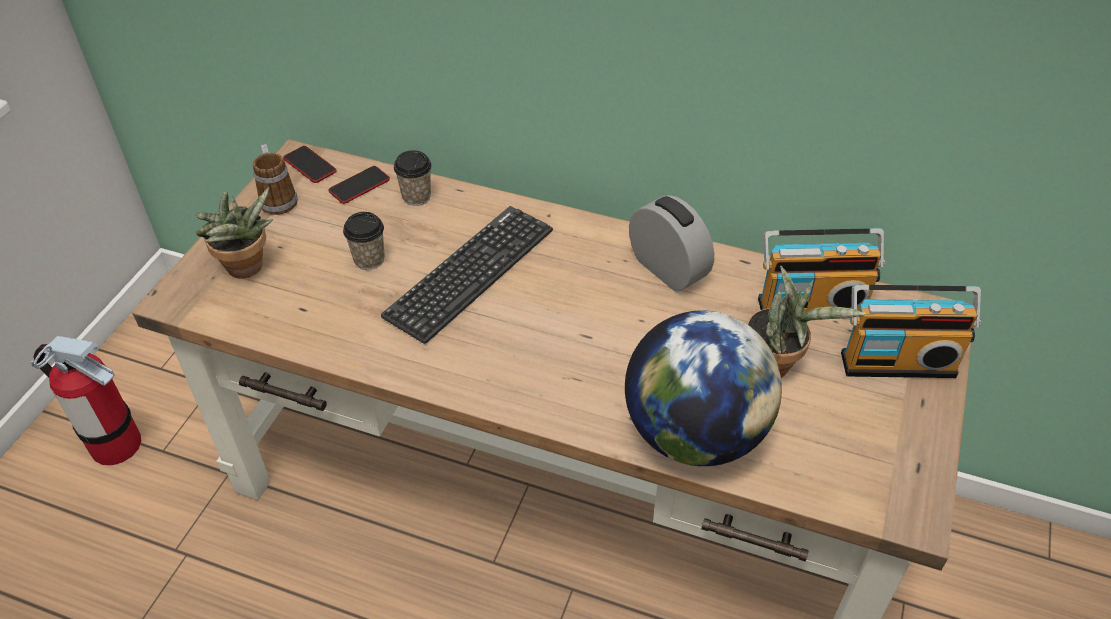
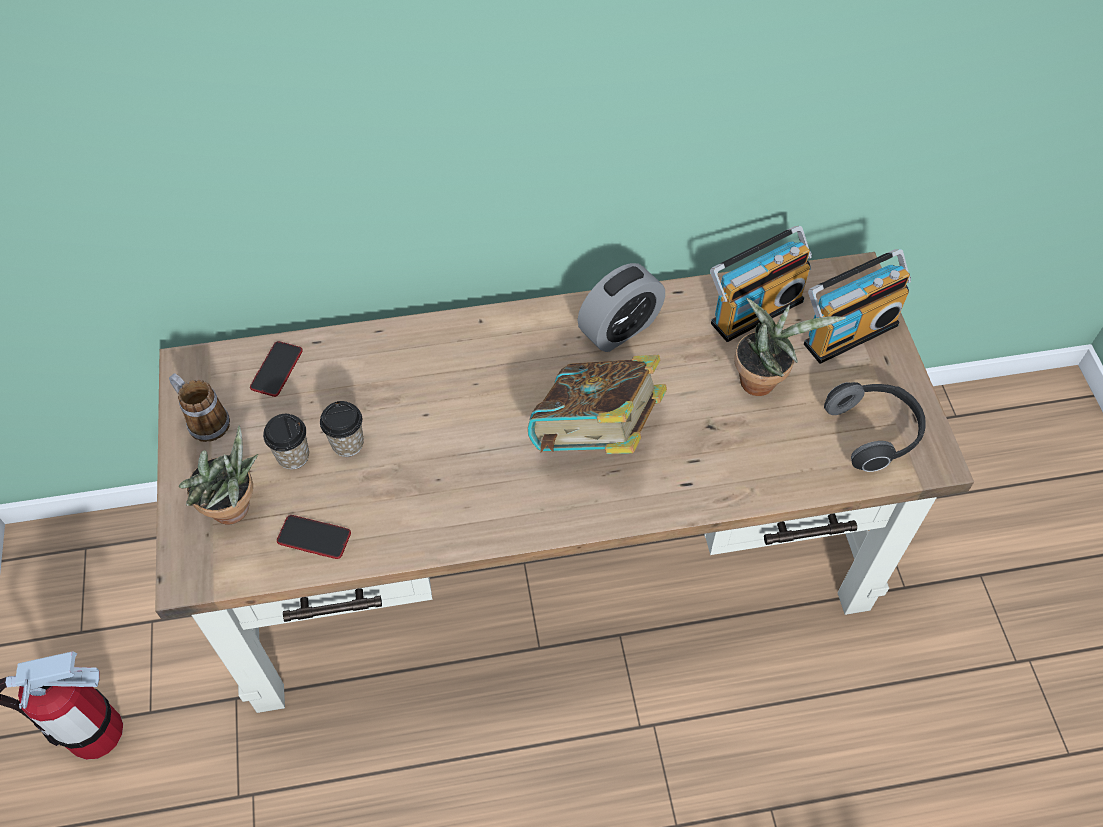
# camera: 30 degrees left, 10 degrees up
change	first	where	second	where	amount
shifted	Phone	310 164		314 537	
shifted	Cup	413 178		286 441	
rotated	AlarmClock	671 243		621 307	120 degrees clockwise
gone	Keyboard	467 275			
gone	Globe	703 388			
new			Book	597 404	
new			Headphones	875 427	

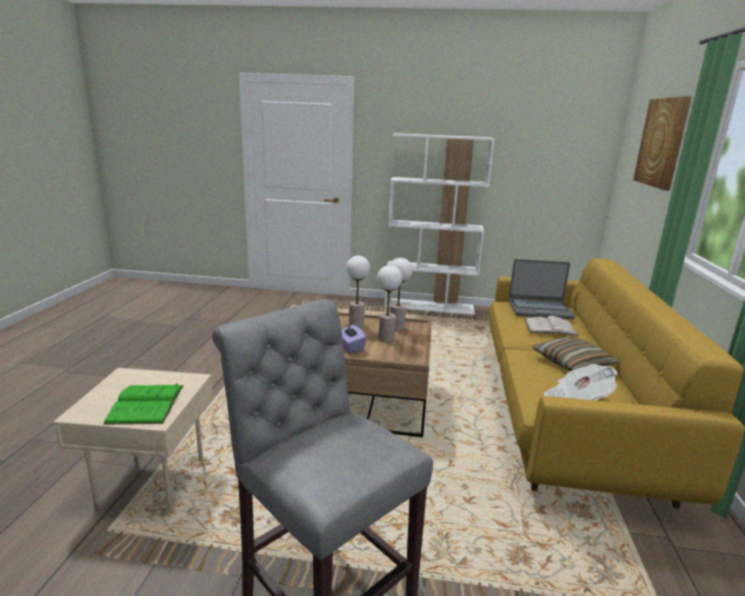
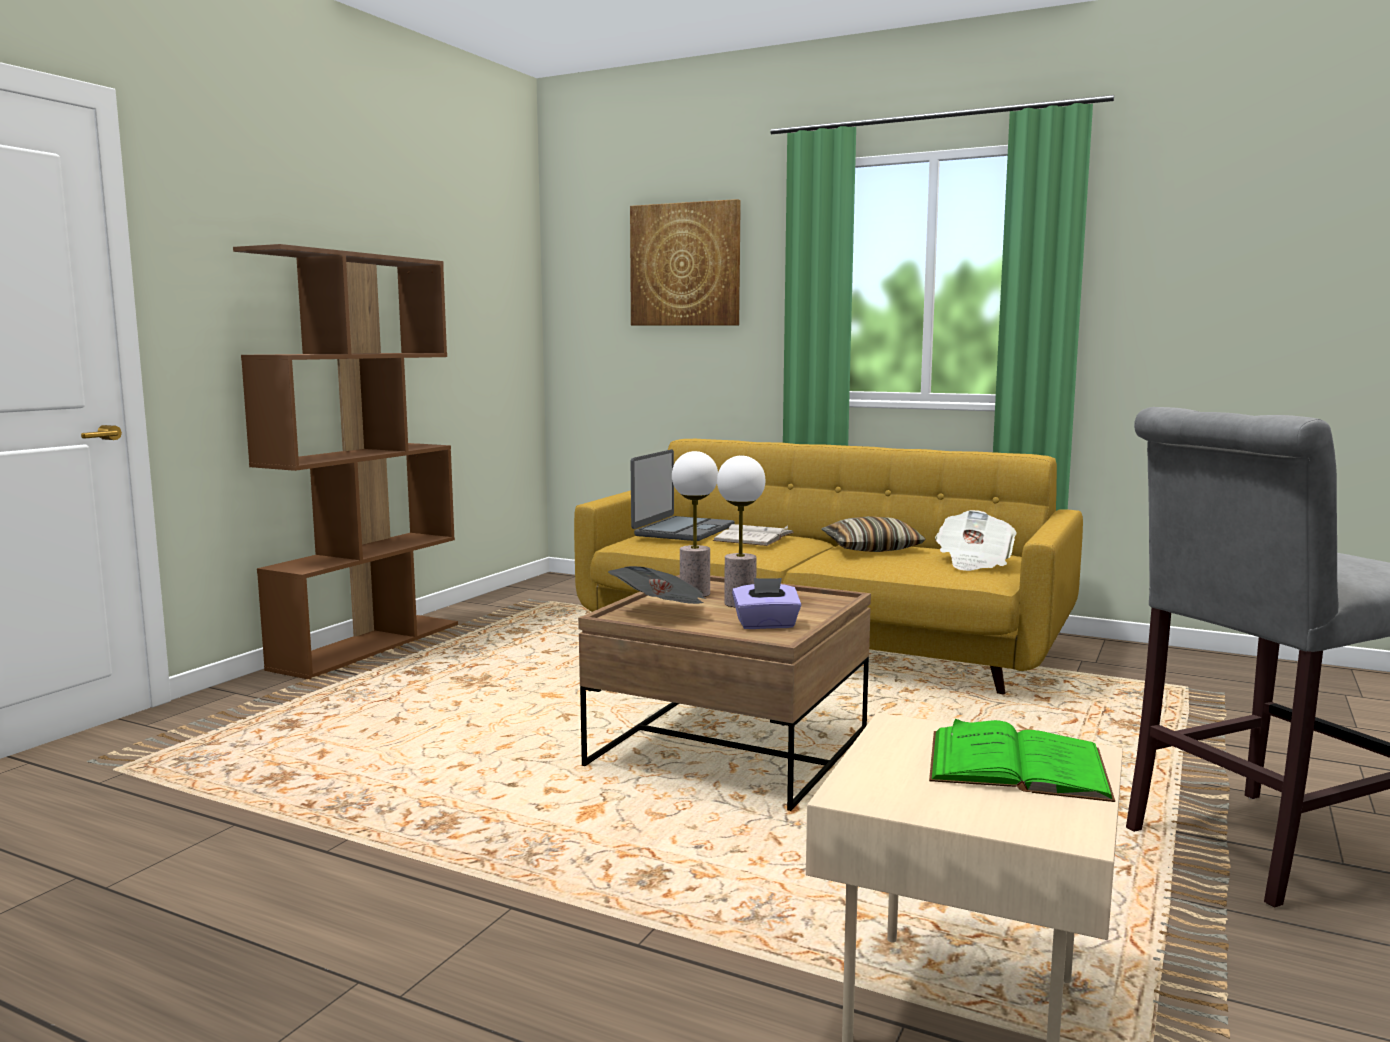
# camera: 70 degrees left, 10 degrees down
change	first	where	second	where	amount
repainted	WhiteBookcase	439 224	BrownBookcase	345 461	
swapped	TableLamp	358 292	Newspaper	657 585	

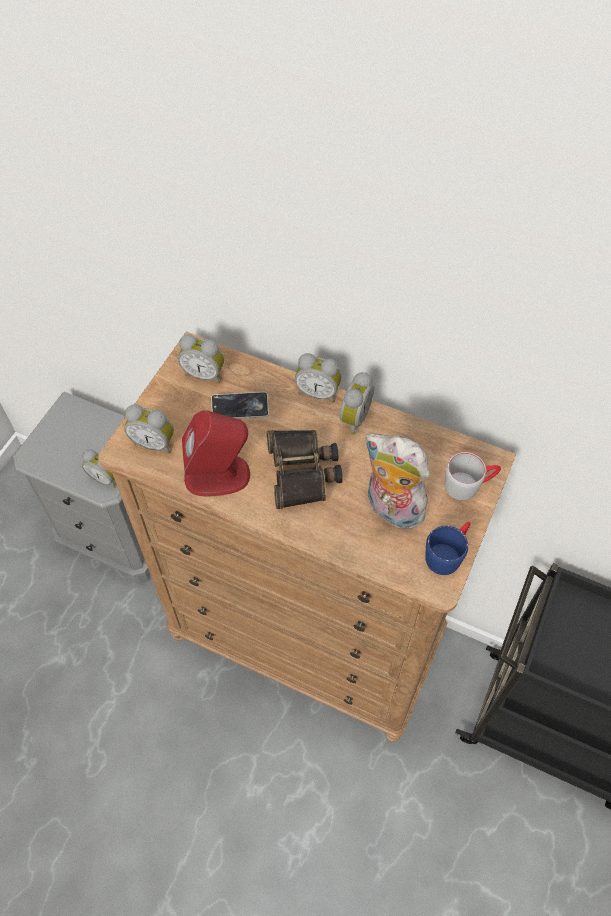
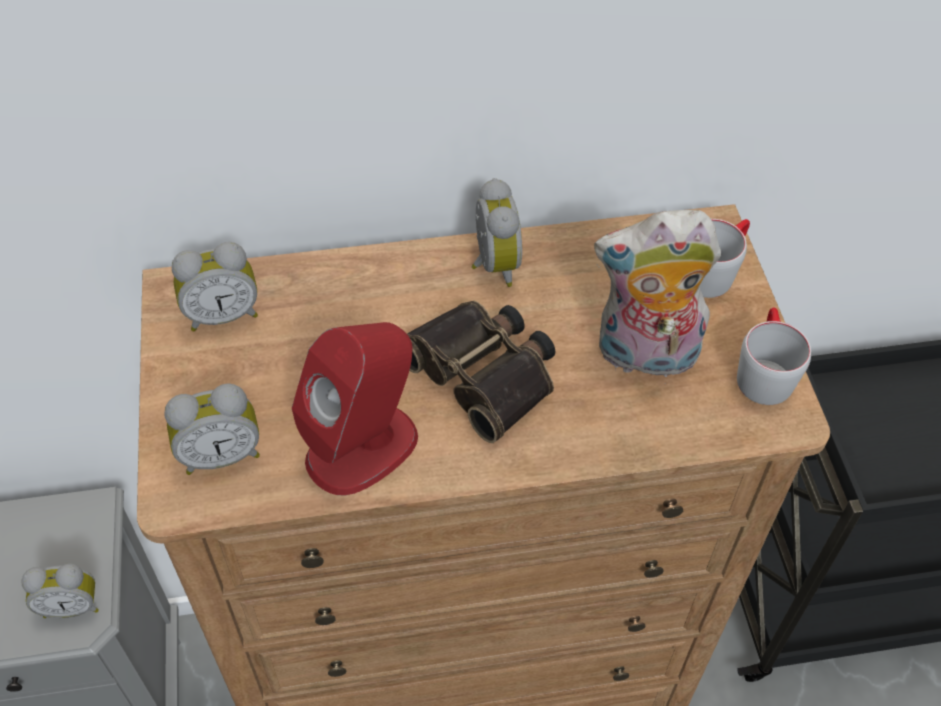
# camera: 35 degrees left, 5 degrees down
change	first	where	second	where	amount
gone	AlarmClock	318 378			
gone	Phone	240 405			
repainted	BlueMug	448 548	GreyMug	774 356	

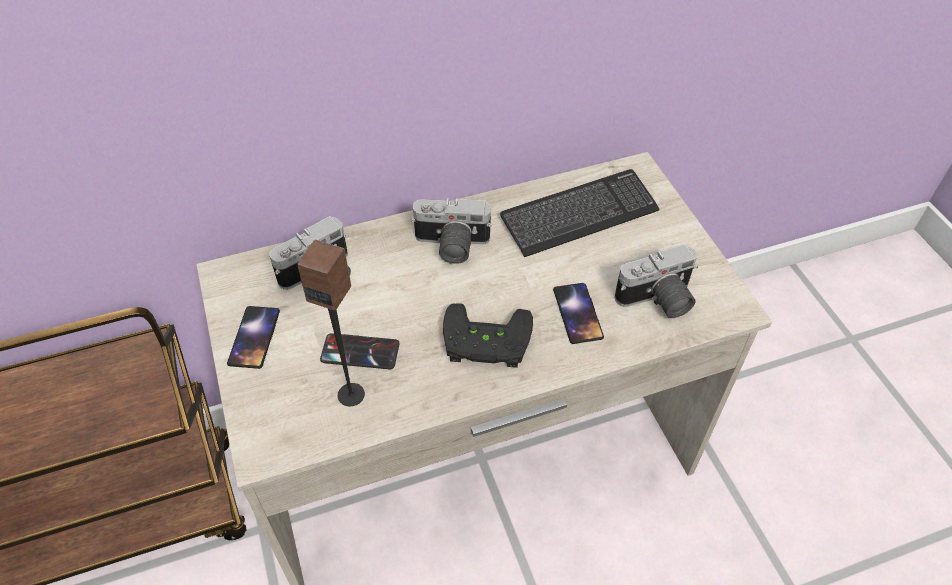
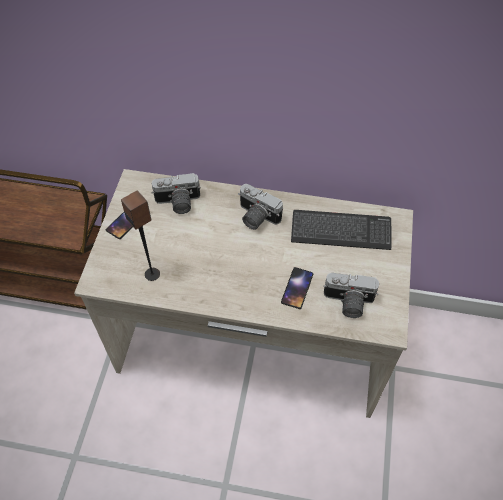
# camera: 30 degrees right, 5 degrees up
change	first	where	second	where	amount
gone	BlackGameController	488 335			
gone	Phone	359 351			

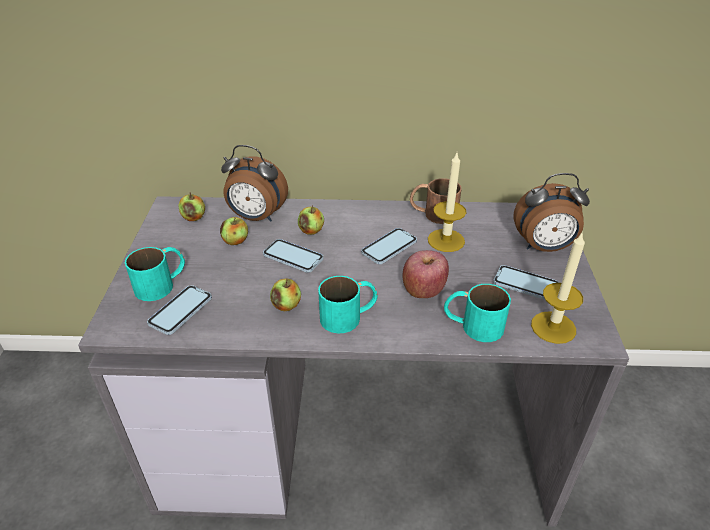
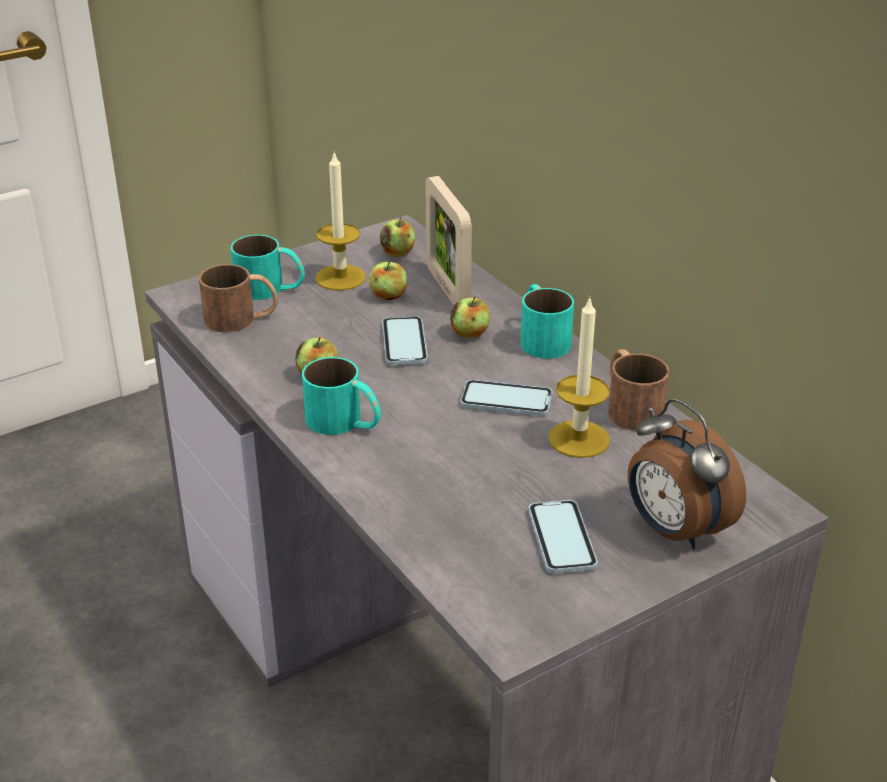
# camera: 55 degrees right, 5 degrees down
change	first	where	second	where	amount
swapped	AlarmClock	254 183	PictureFrame	449 240	
shifted	Candle	558 287		340 221	
gone	Apple	426 274			
shifted	TurquoiseMug	477 313		547 321	
swapped	Phone	179 310	BrownMug	238 298	

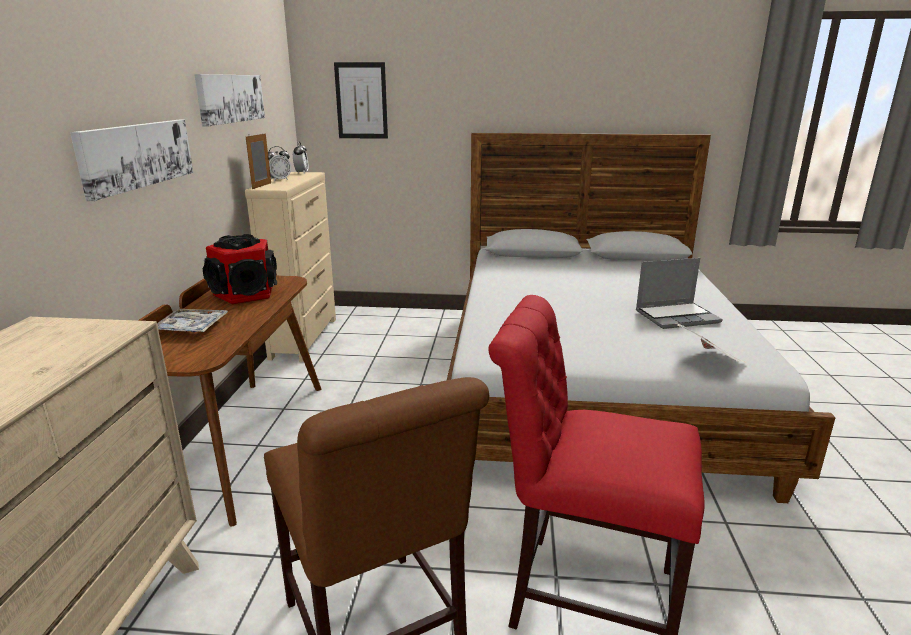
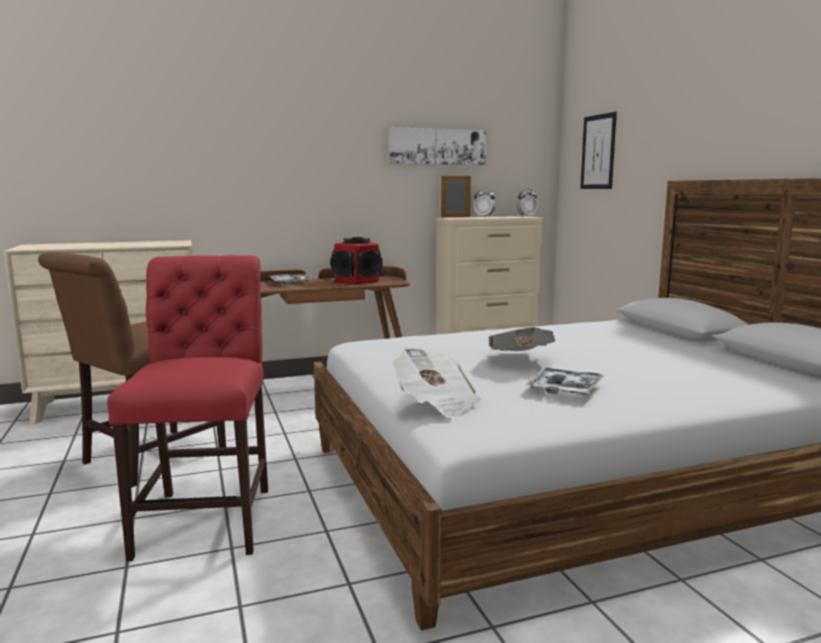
# camera: 65 degrees right, 10 degrees down
change	first	where	second	where	amount
gone	Picture	131 160			
swapped	Laptop	679 293	Tray	564 381	
new			Newspaper	522 339	

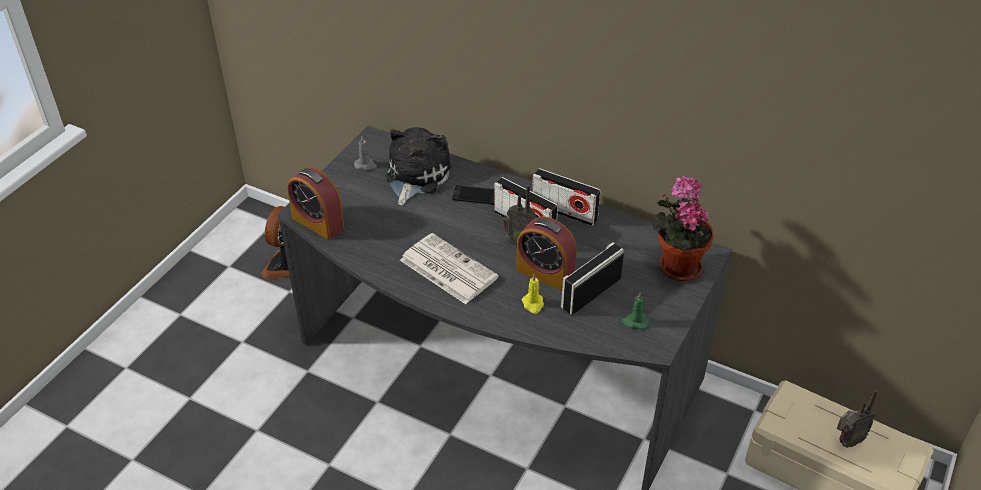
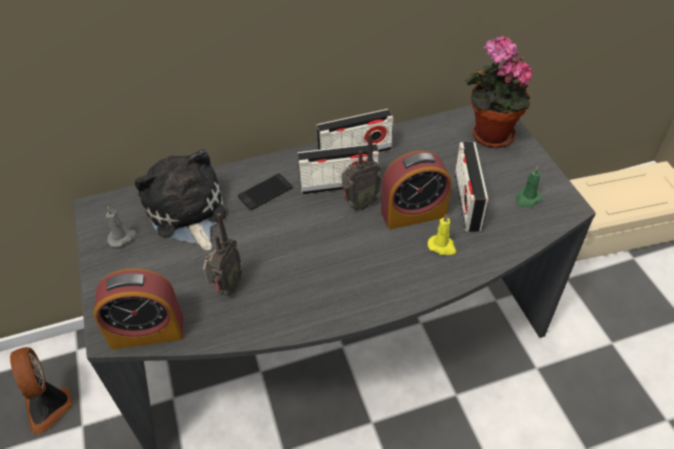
# camera: 45 degrees left, 5 degrees up
change	first	where	second	where	amount
gone	Newspaper	449 268			
shifted	Radio	857 419		222 254	

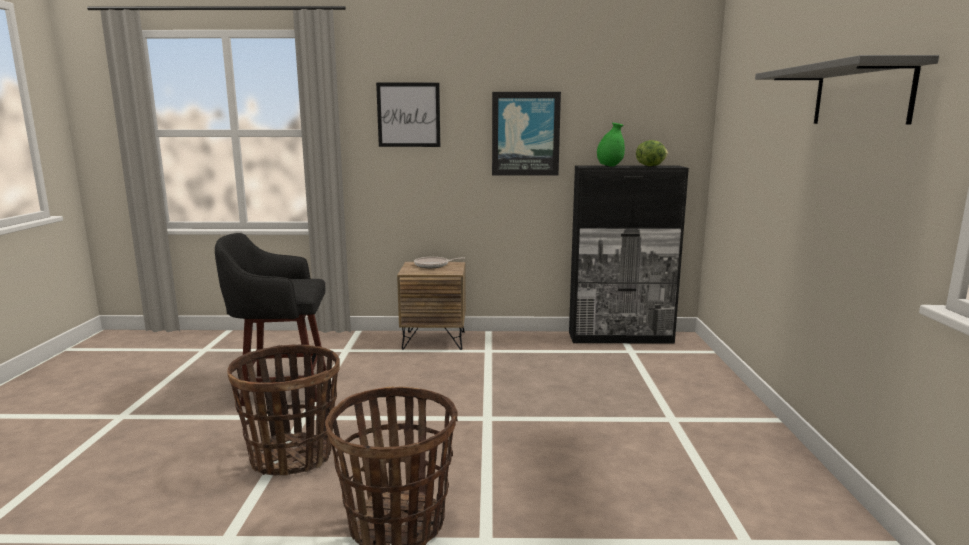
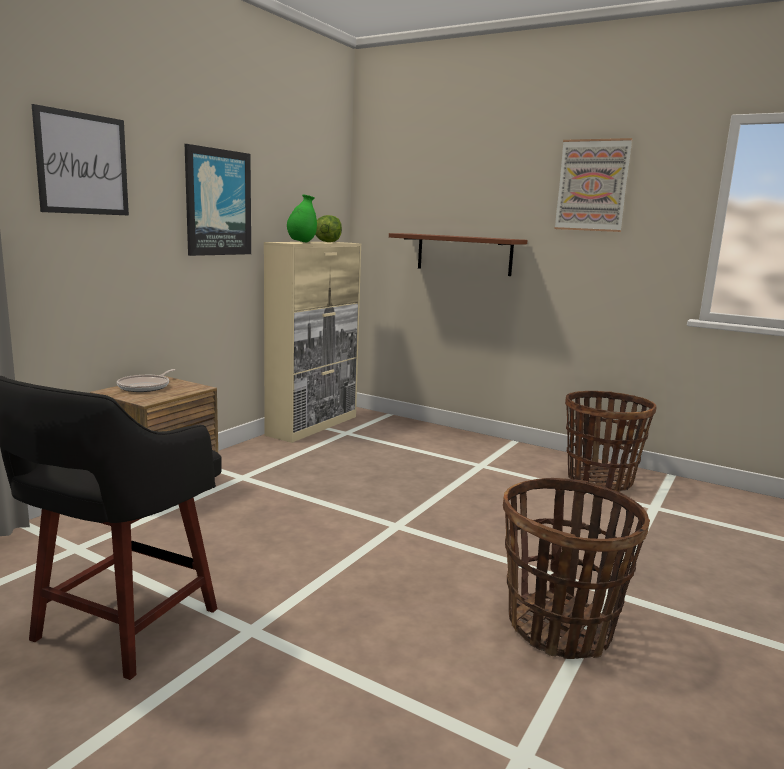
# camera: 60 degrees left, 0 degrees up
change	first	where	second	where	amount
swapped	GreyShelf	847 90	Picture	593 185	
repainted	BlackCabinet	629 254	BeigeCabinet	312 342	
shifted	Basket	283 409		610 441	
new			BrownShelf	458 254	

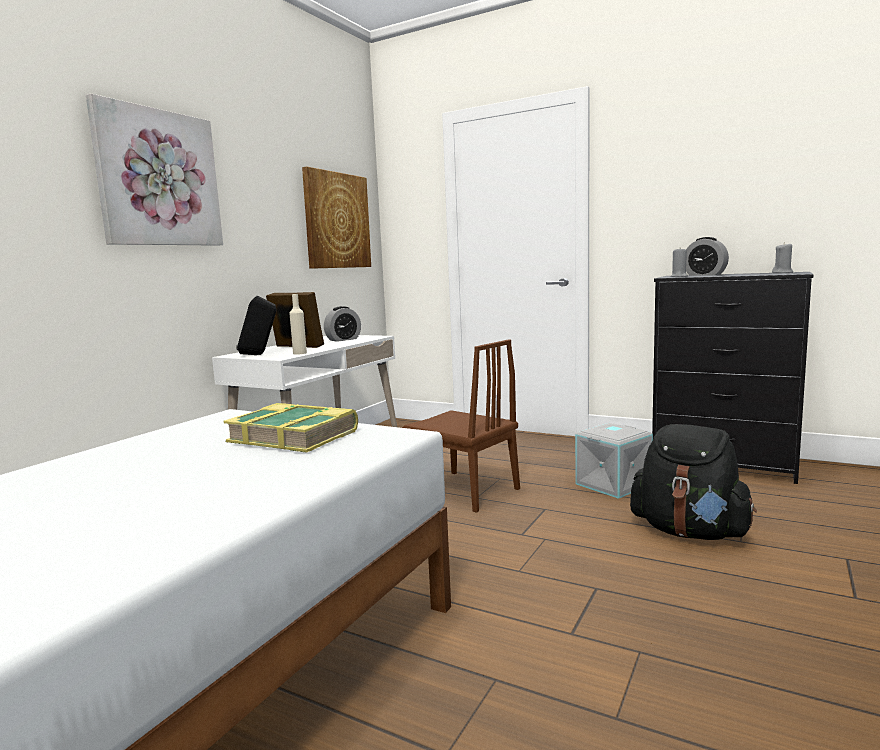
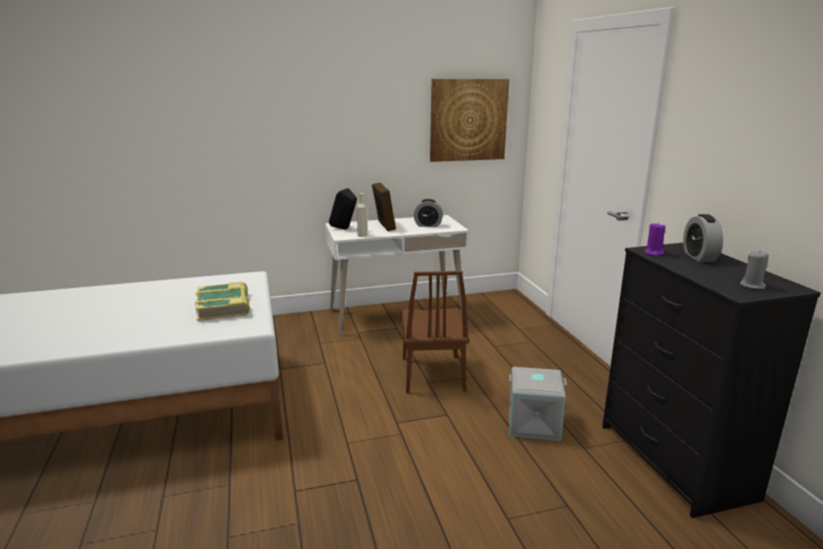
# camera: 45 degrees right, 10 degrees up
change	first	where	second	where	amount
gone	Picture	154 169			
repainted	GreyCandle	679 263	PurpleCandle	655 239	
gone	BlackBackpack	693 482			

